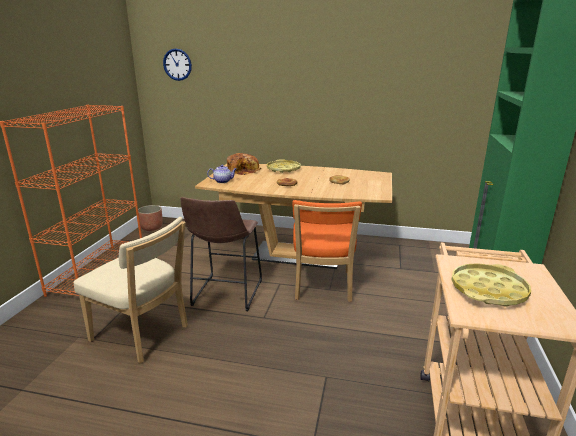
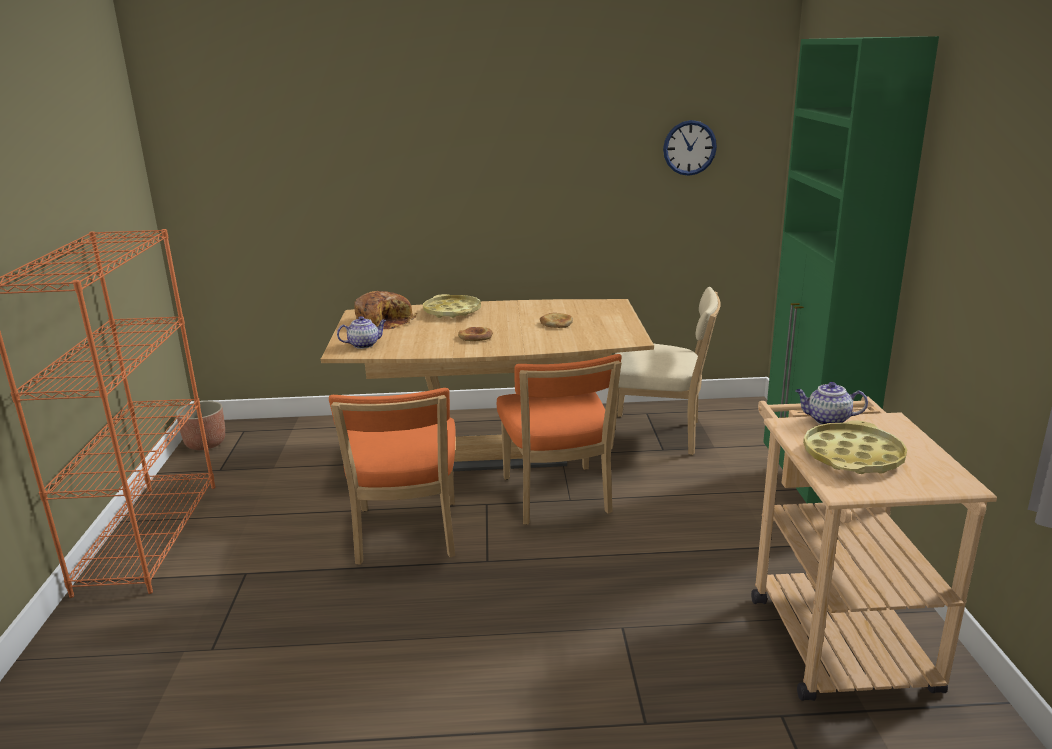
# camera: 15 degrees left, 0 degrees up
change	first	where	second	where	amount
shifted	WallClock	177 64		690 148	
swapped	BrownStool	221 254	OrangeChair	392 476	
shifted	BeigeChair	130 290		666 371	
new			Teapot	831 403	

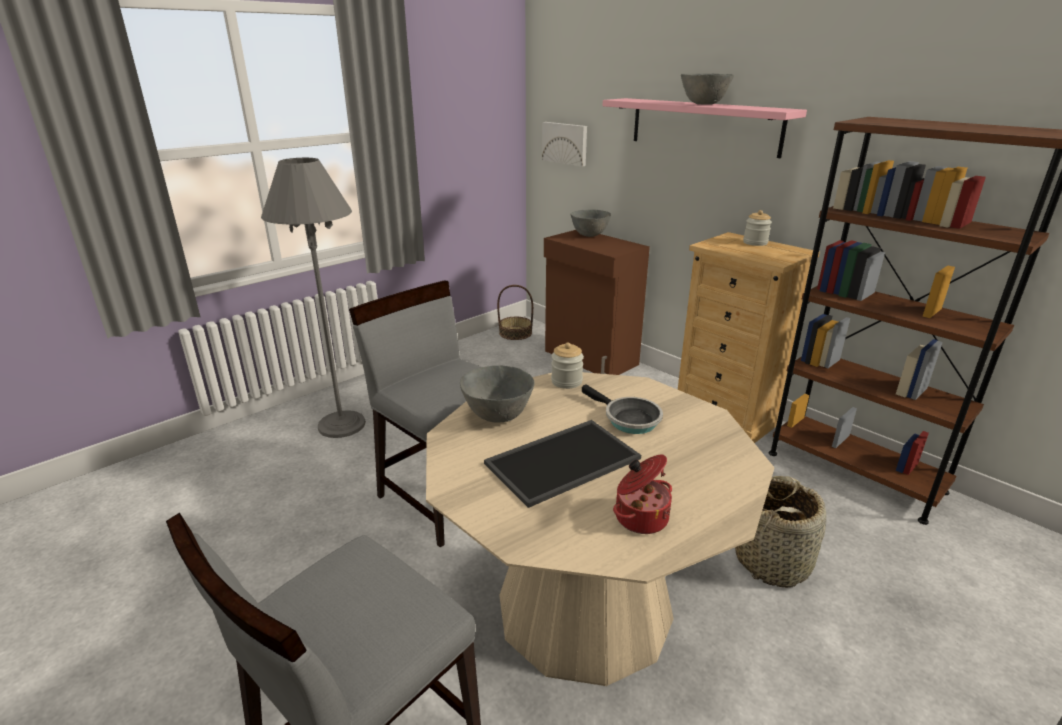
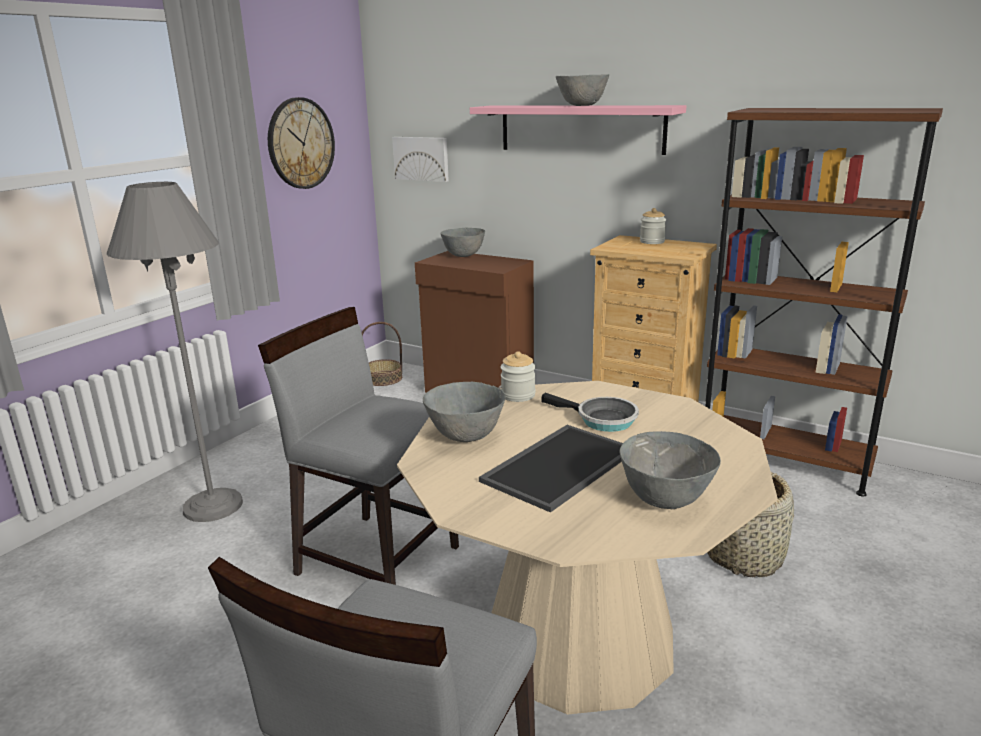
# camera: 15 degrees left, 5 degrees down
change	first	where	second	where	amount
swapped	CookingPot	642 494	GreyBowl	670 470	
new			WallClock	301 143	

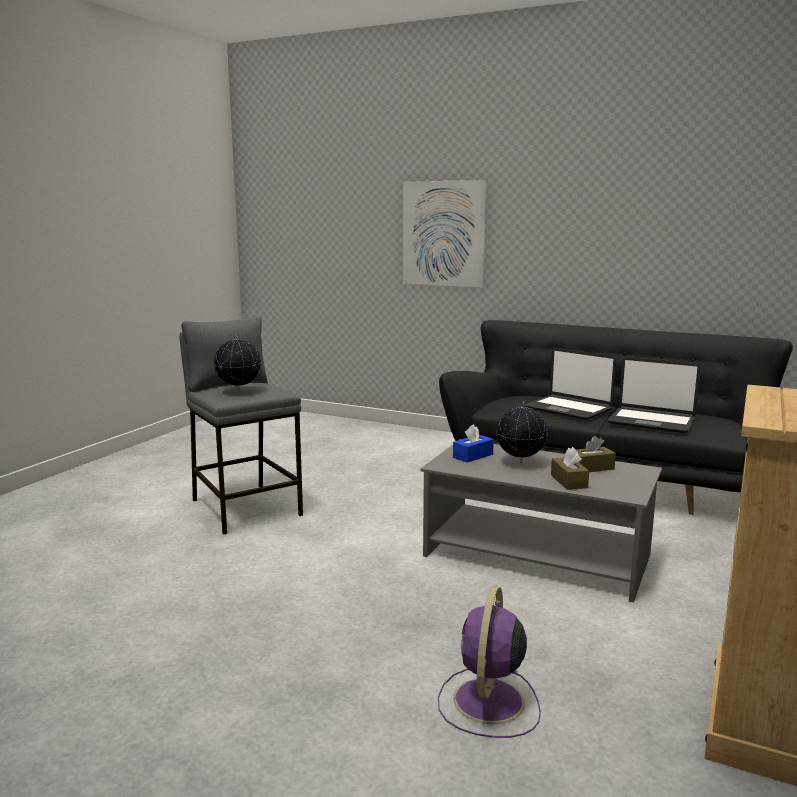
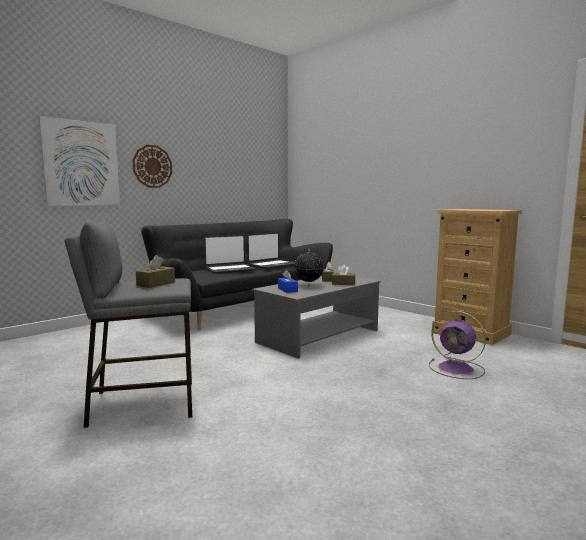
# camera: 70 degrees left, 5 degrees down
change	first	where	second	where	amount
swapped	Globe	238 363	BrownTissueBox	155 271	
new			WallClock	152 166	

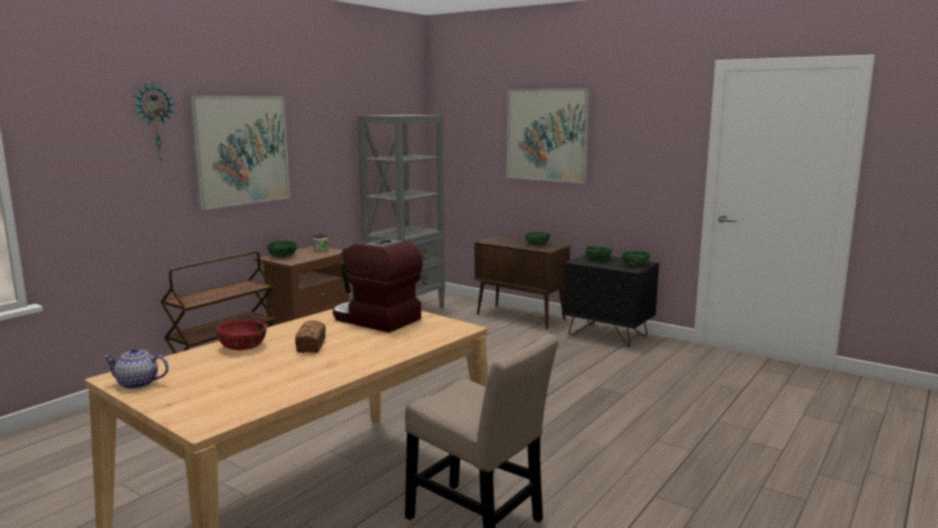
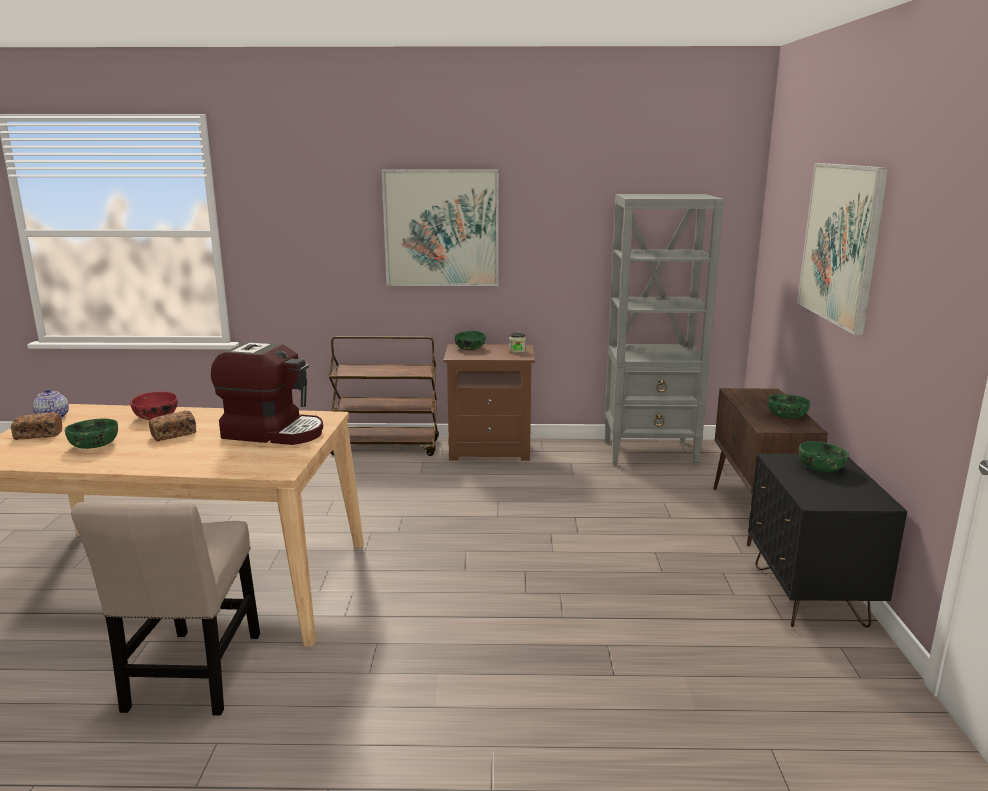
# camera: 55 degrees right, 5 degrees up
change	first	where	second	where	amount
gone	WallClock	154 122			
rotated	CoffeeMachine	378 285		267 393	105 degrees clockwise
shifted	GreenBowl	636 258		91 434	
new			Bread	37 426	

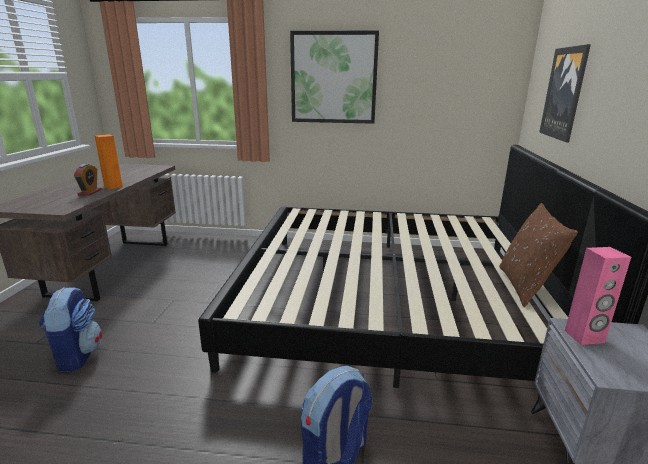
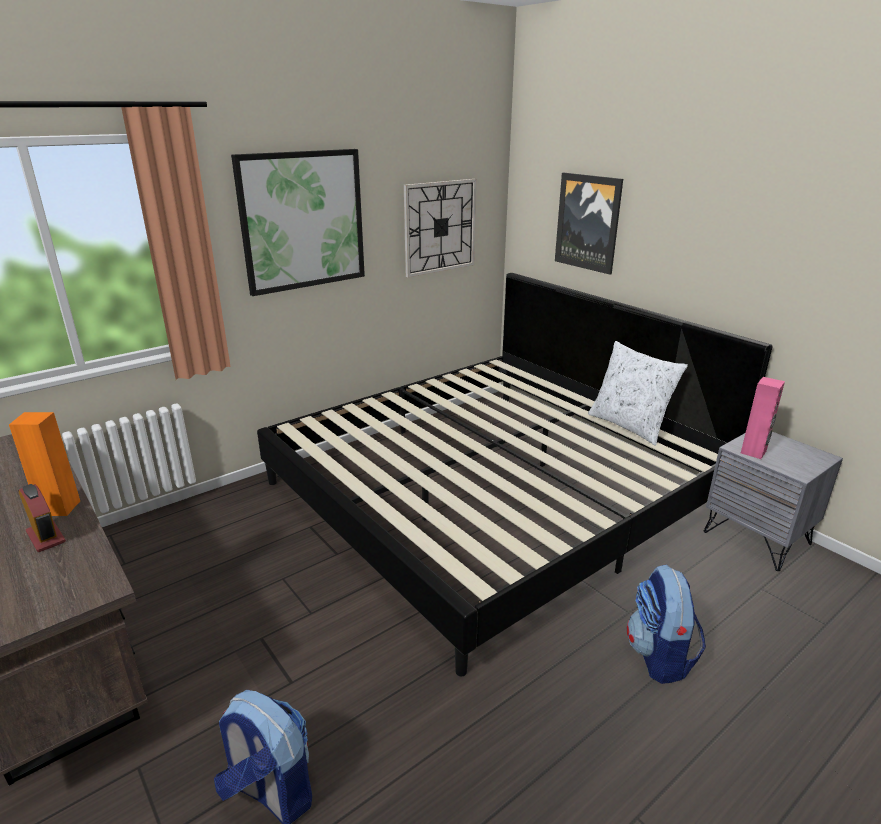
# camera: 45 degrees left, 5 degrees up
change	first	where	second	where	amount
repainted	BrownPillow	538 255	WhitePillow	638 393	
new			WallClock	440 228	

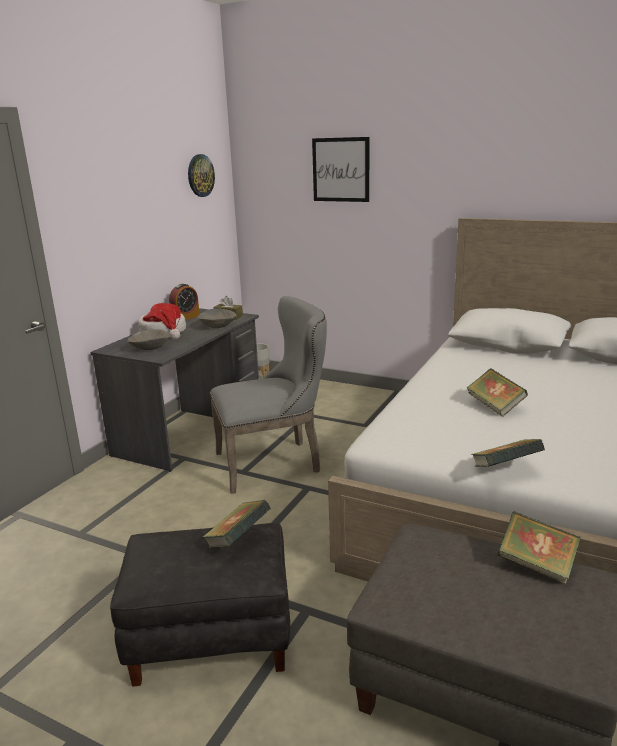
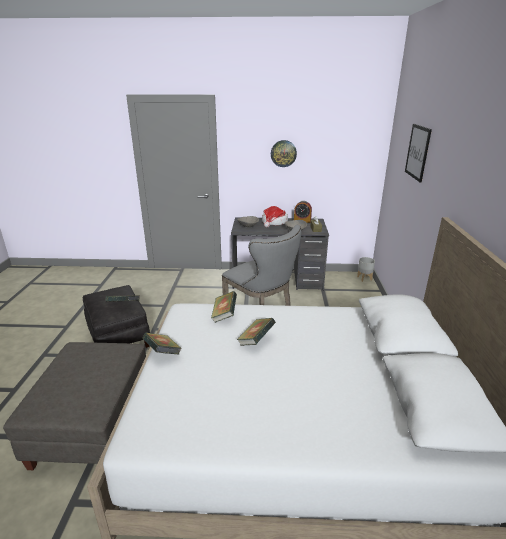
# camera: 65 degrees right, 5 degrees up
change	first	where	second	where	amount
shifted	WallClock	201 175		284 153	
shifted	Book	539 547		224 307	

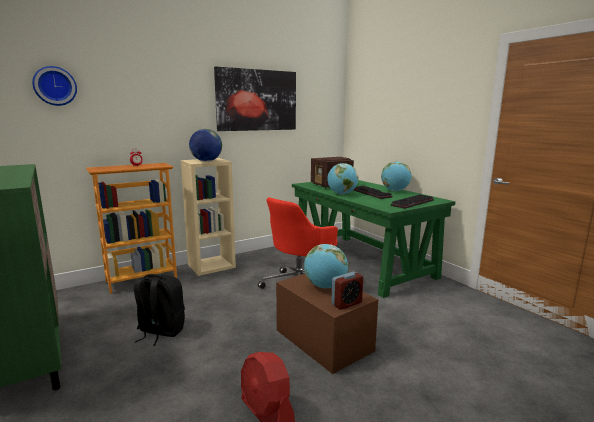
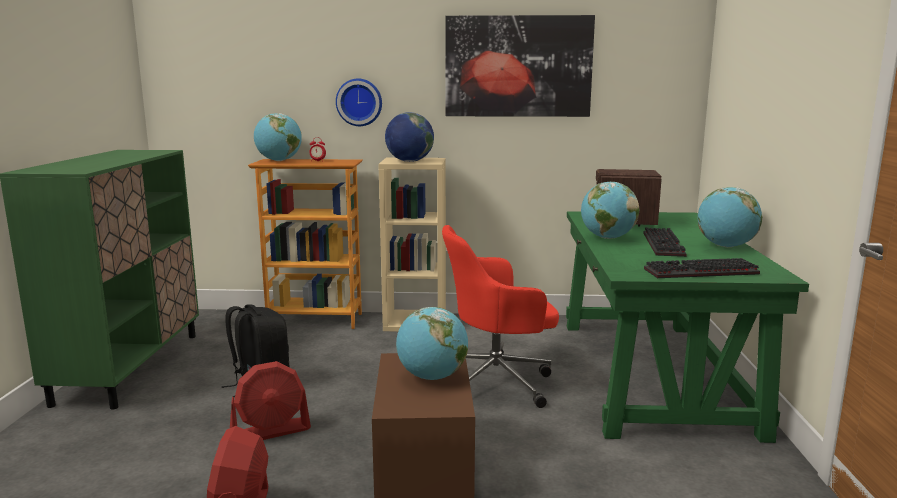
# camera: 35 degrees right, 0 degrees up
change	first	where	second	where	amount
shifted	WallClock	54 86		359 102	
gone	AlarmClock	347 291			
new			Globe	278 137	
new			RedFan	270 400	

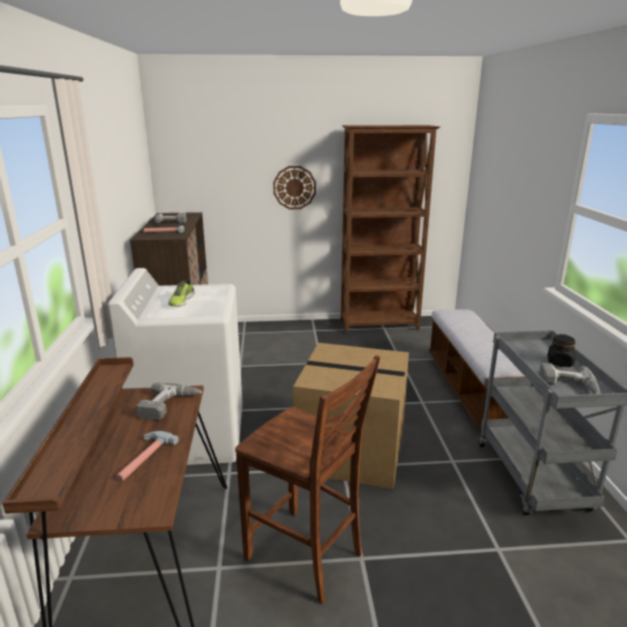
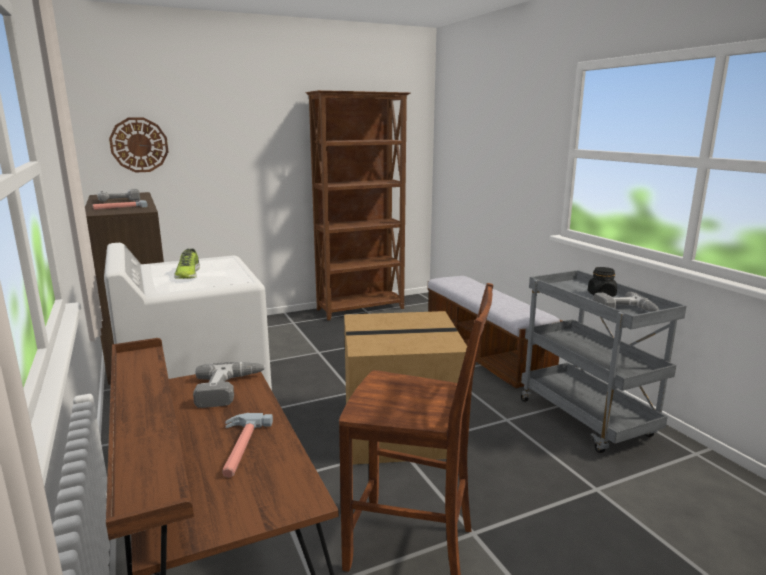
# camera: 20 degrees left, 5 degrees down
change	first	where	second	where	amount
shifted	WallClock	294 187		138 145	

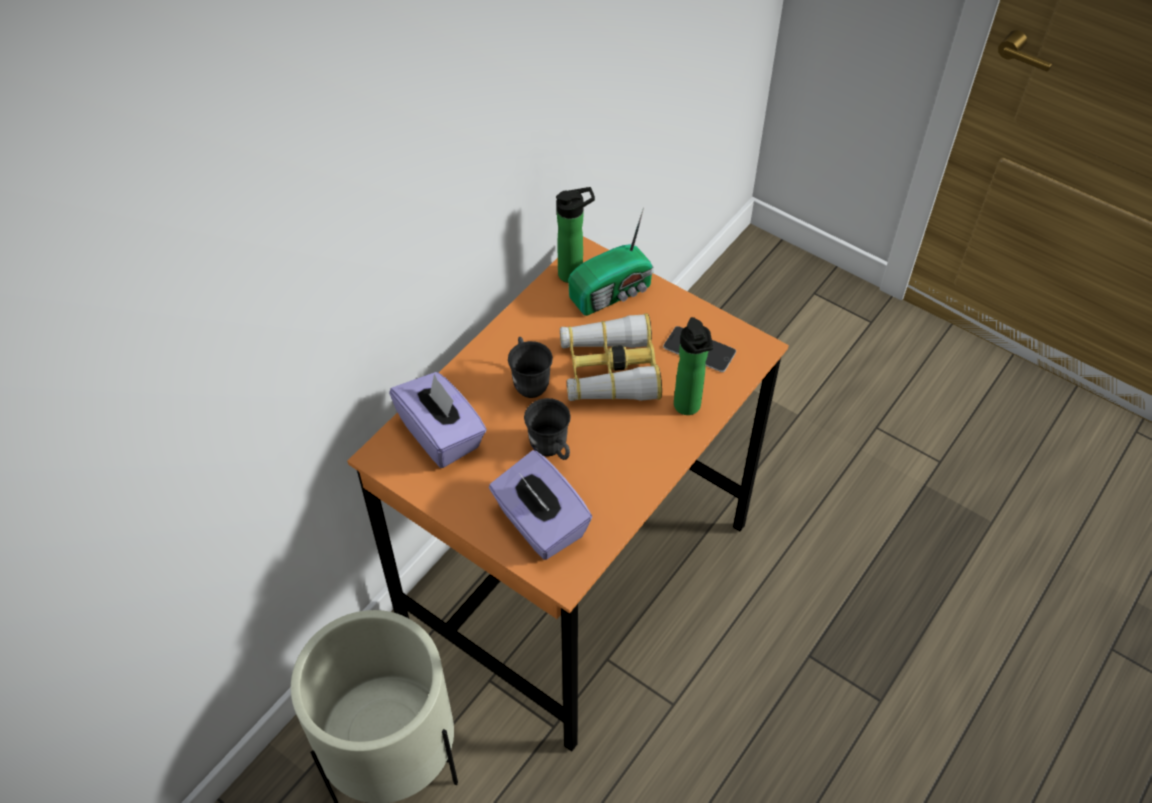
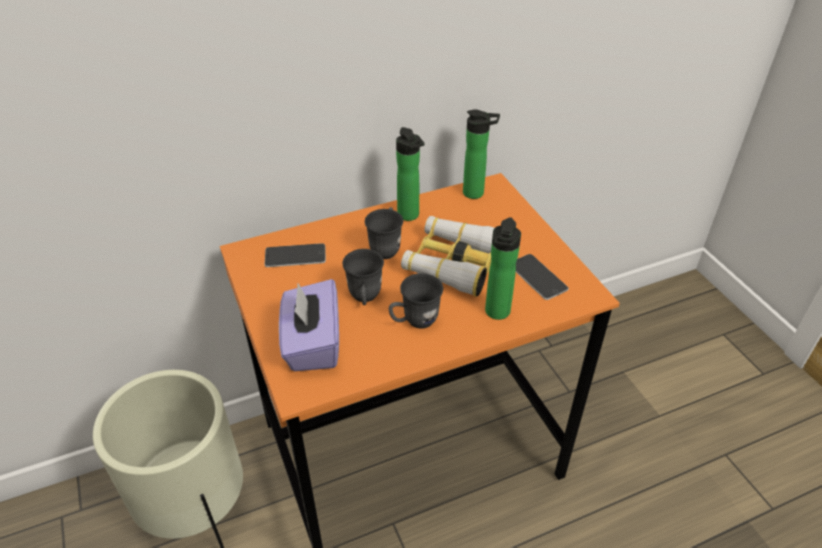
# camera: 30 degrees right, 10 degrees down
change	first	where	second	where	amount
gone	Radio	611 262			
swapped	PurpleTissueBox	438 420	Phone	295 255	
new			Bottle	410 174	
new			GreyMug	415 301	

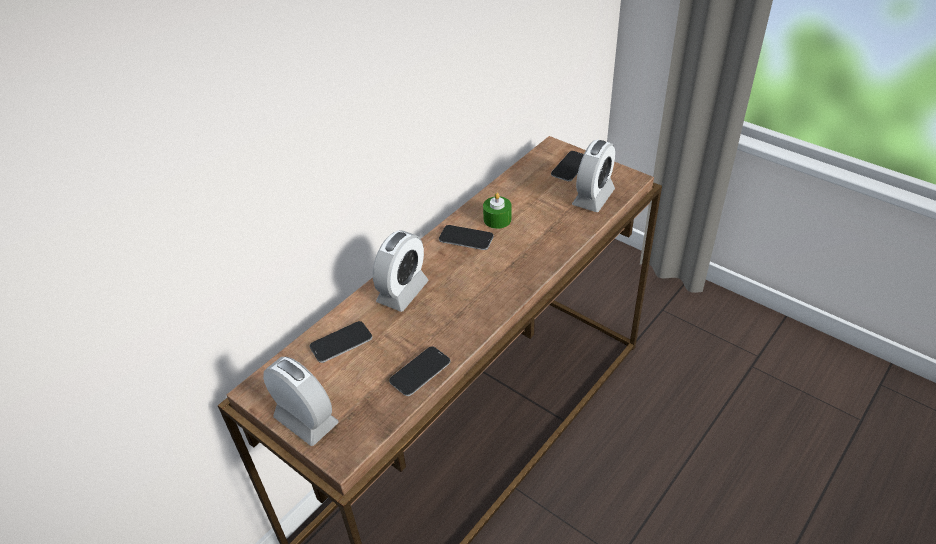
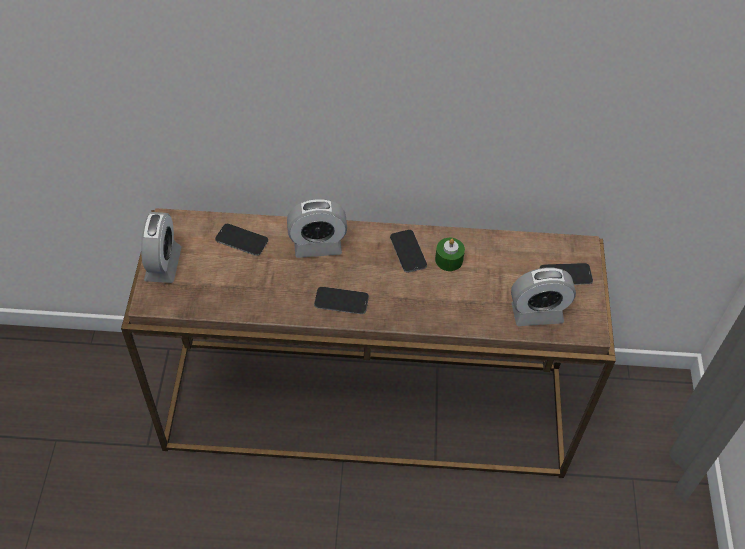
# camera: 50 degrees right, 10 degrees up
change	first	where	second	where	amount
shifted	Phone	420 371		341 300	

